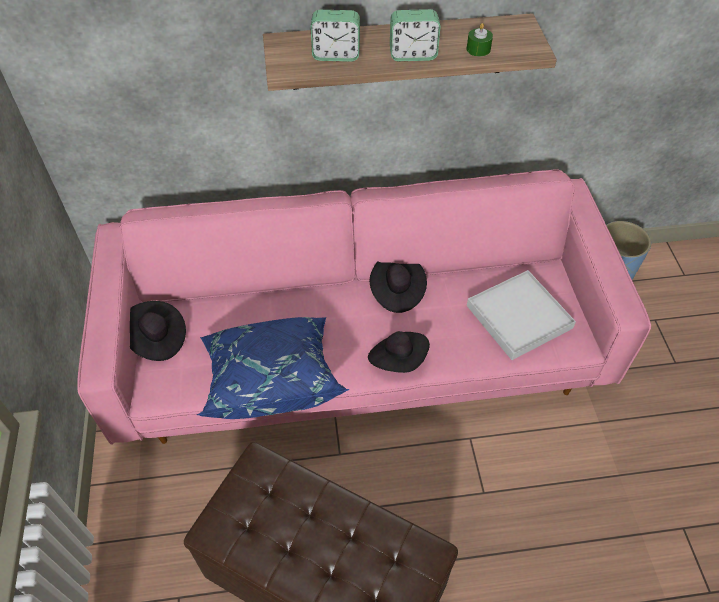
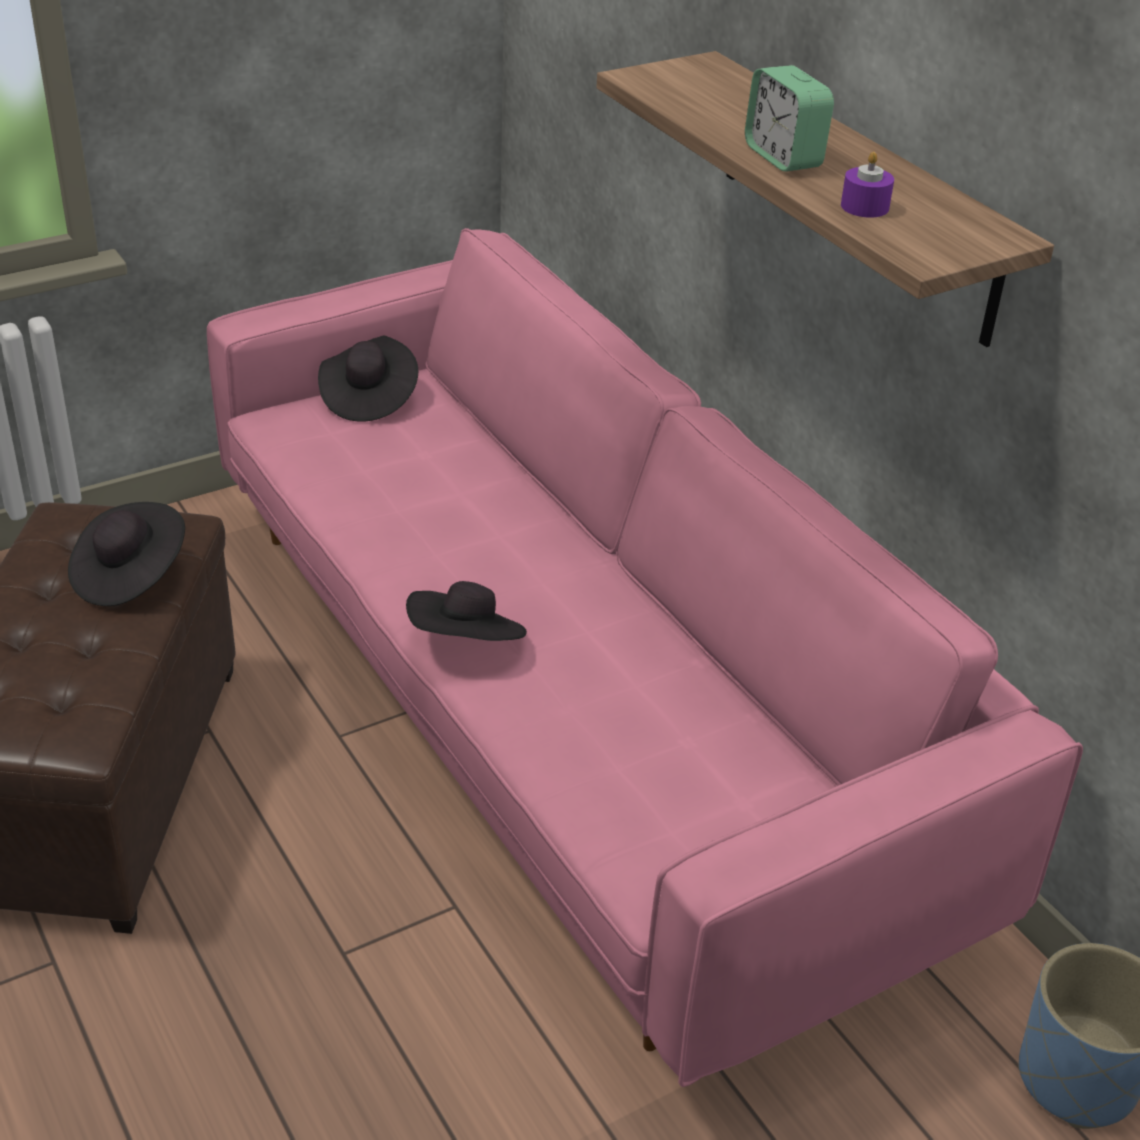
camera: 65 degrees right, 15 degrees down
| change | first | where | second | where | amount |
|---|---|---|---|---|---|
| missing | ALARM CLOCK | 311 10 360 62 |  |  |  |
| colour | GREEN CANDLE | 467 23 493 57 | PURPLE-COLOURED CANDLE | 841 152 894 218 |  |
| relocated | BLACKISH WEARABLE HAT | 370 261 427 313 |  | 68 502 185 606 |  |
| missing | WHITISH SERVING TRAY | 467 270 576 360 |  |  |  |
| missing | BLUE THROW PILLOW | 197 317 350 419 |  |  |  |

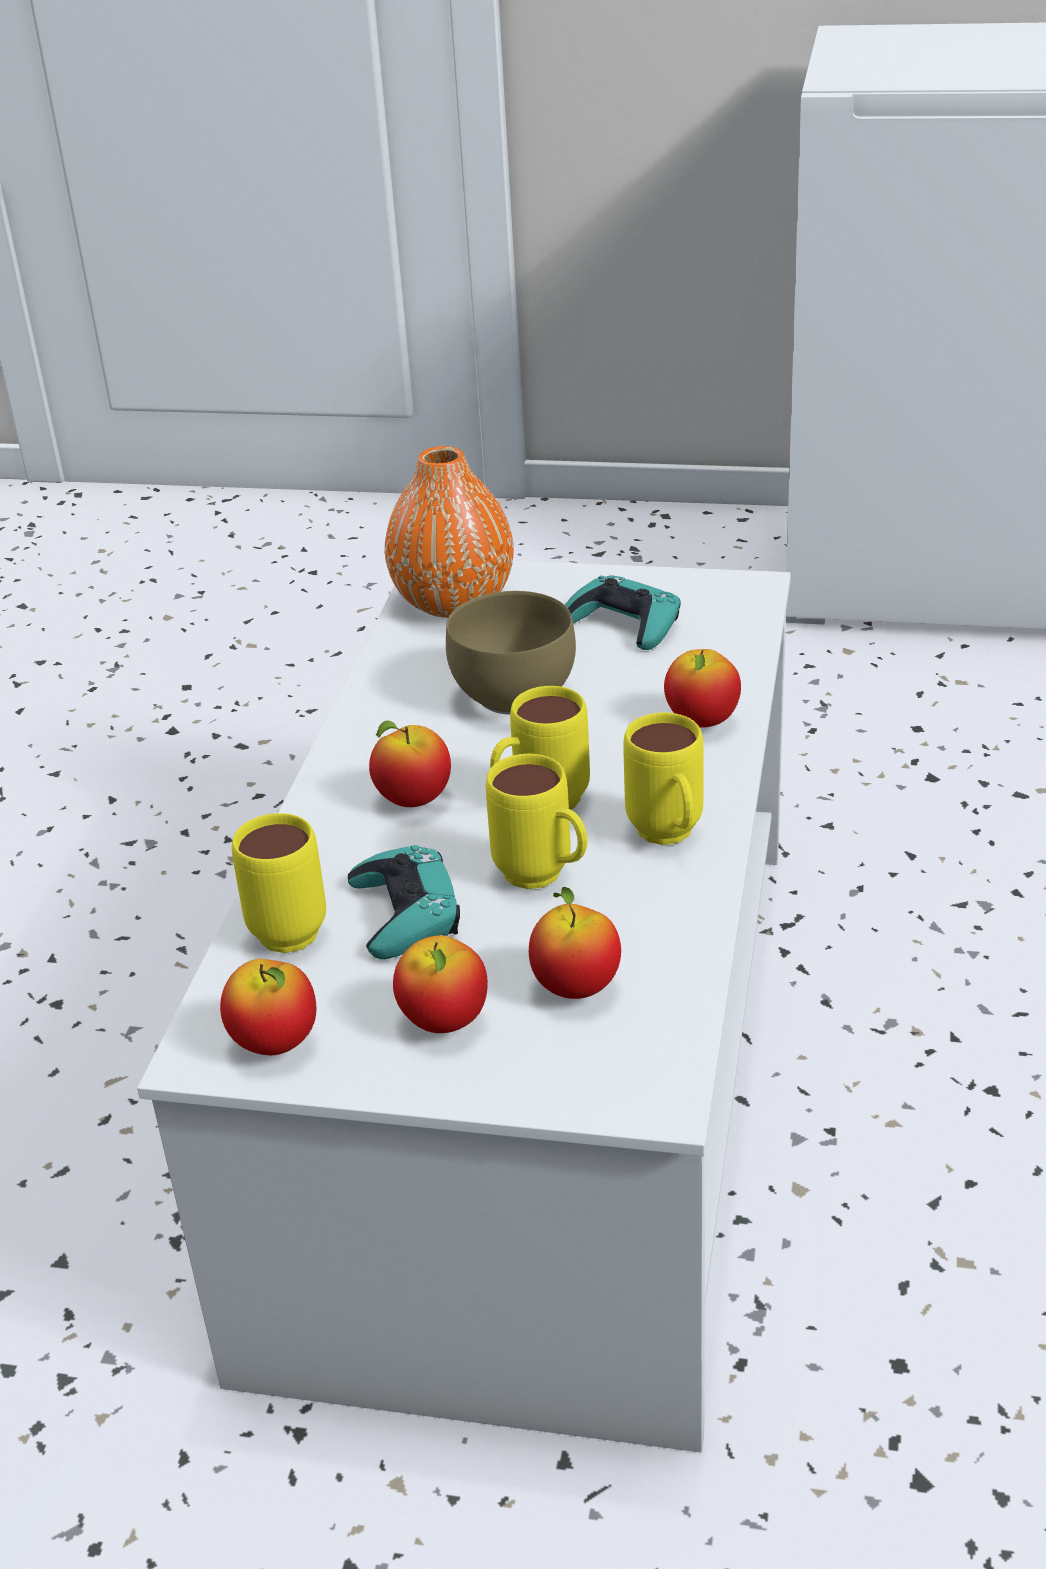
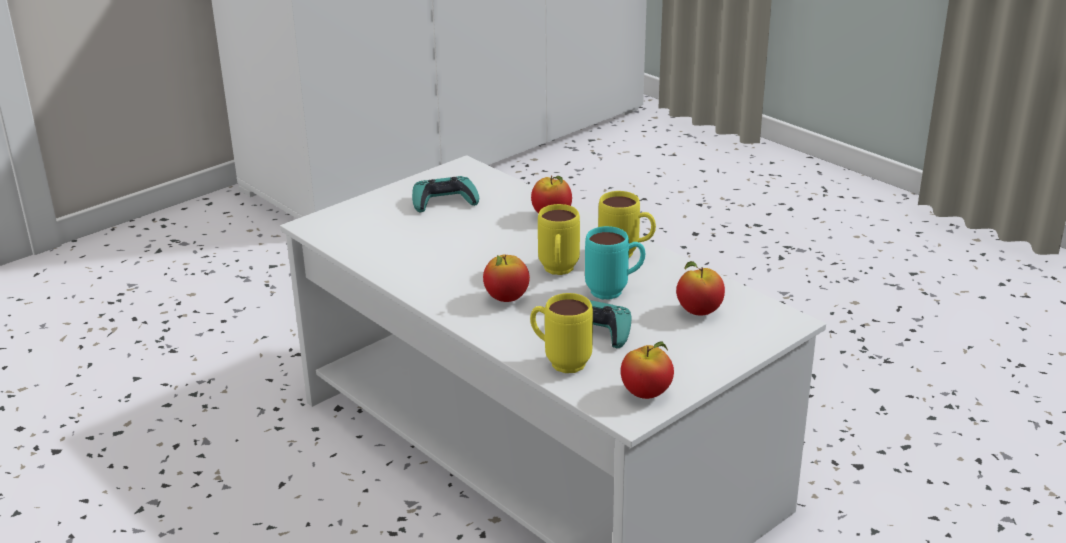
camera: 55 degrees left, 5 degrees down
| change | first | where | second | where | amount |
|---|---|---|---|---|---|
| missing | ORANGE-COLOURED VASE | 385 446 514 618 |  |  |  |
| missing | BROWN-COLOURED BOWL | 446 591 576 715 |  |  |  |
| colour | YELLOW-COLOURED MUG | 486 754 587 889 | BLUE-GREEN MUG | 585 226 646 300 |  |
| missing | APPLE FRUIT | 393 935 488 1033 |  |  |  |

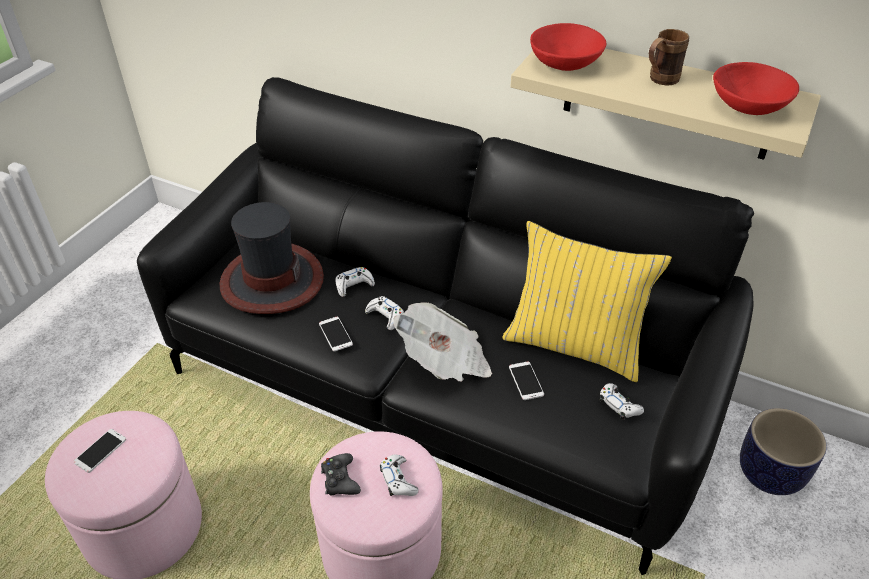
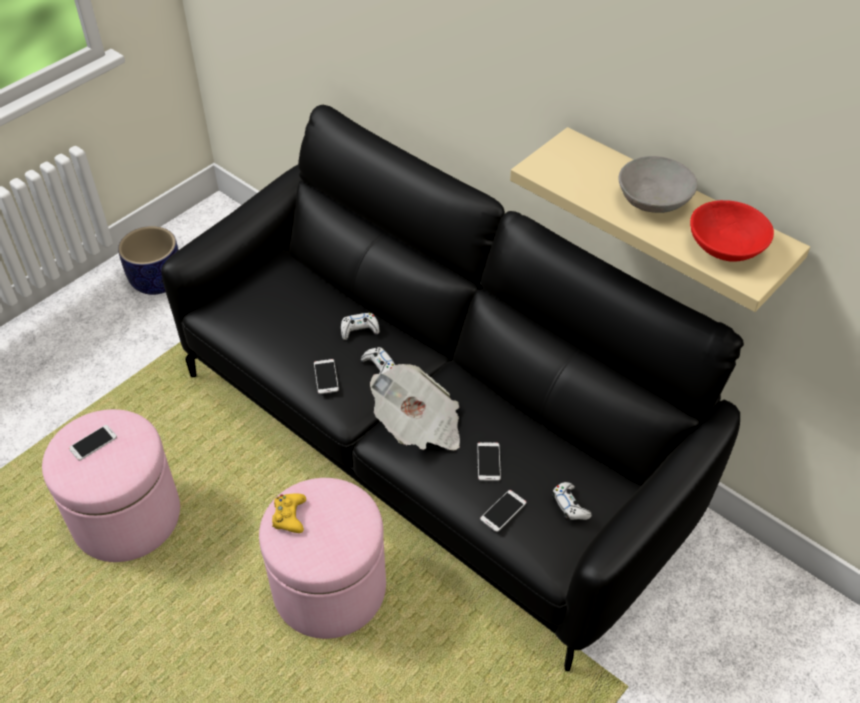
camera: 15 degrees right, 5 degrees up
| change | first | where | second | where | amount |
|---|---|---|---|---|---|
| missing | REDDISH BOWL | 530 23 606 71 |  |  |  |
| exchanged | BROWN-COLOURED MUG | 649 29 689 85 | GRAY BOWL | 619 156 697 213 |  |
| missing | WEARABLE HAT | 220 202 324 314 |  |  |  |
| missing | YELLOW-COLOURED THROW PILLOW | 502 221 672 382 |  |  |  |
| relocated | PLANTER | 740 408 827 495 |  | 118 226 179 295 |  |
| colour | BLACKISH GAME CONTROLLER | 321 453 361 495 | YELLOW-COLOURED GAME CONTROLLER | 272 493 306 533 |  |
| missing | WHITISH GAME CONTROLLER | 380 455 419 496 |  |  |  |
| appeared |  |  | TELEPHONE | 480 490 526 532 |  |

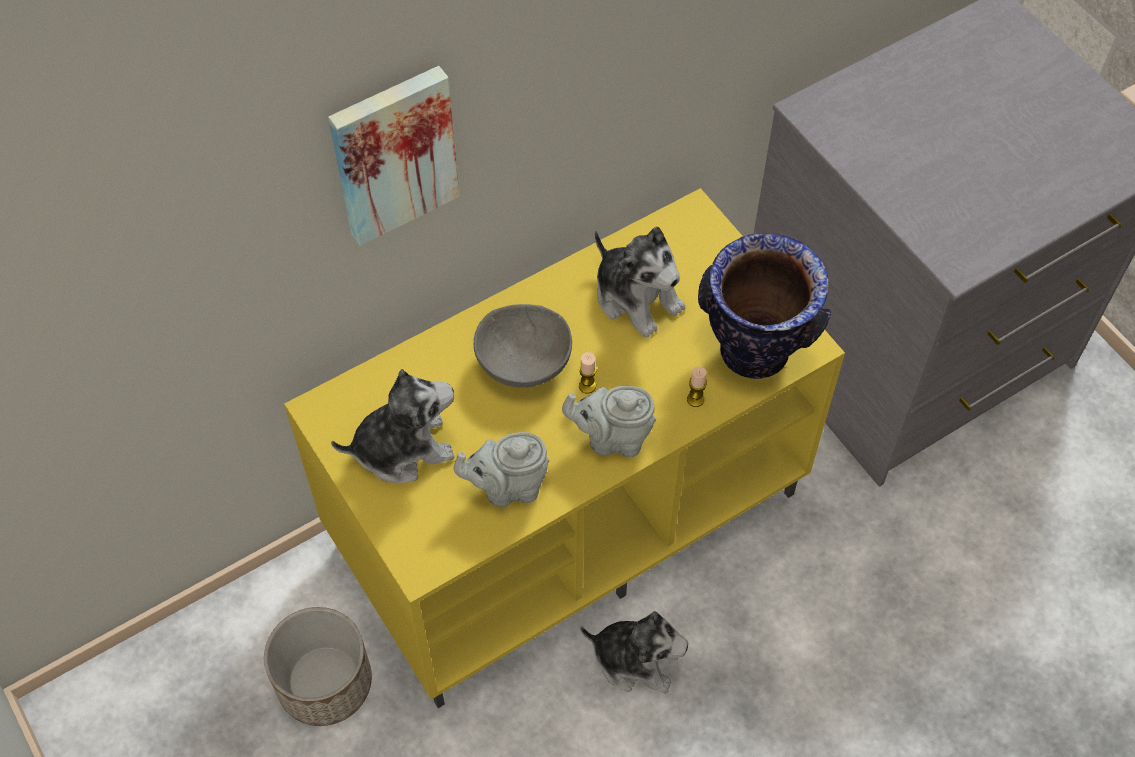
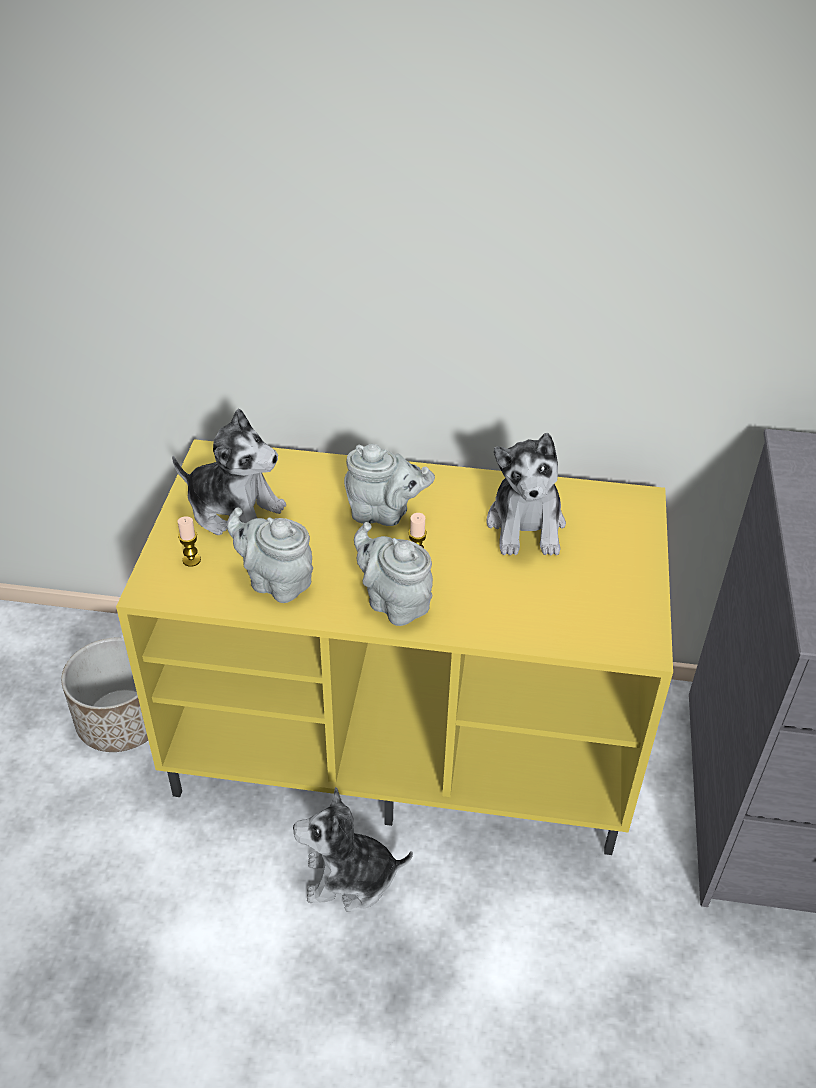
camera: 40 degrees right, 15 degrees down
| change | first | where | second | where | amount |
|---|---|---|---|---|---|
| missing | WALL ART | 328 66 460 246 |  |  |  |
| missing | VASE | 698 233 831 379 |  |  |  |
| exchanged | GRAY BOWL | 474 304 572 388 | GRAY TEA POT | 344 444 435 526 |  |
| relocated | CANDLE | 687 367 707 407 |  | 177 516 201 567 |  |
| spun | CUDDLY TOY | 580 611 688 693 |  | 293 787 413 912 | 120 degrees clockwise |

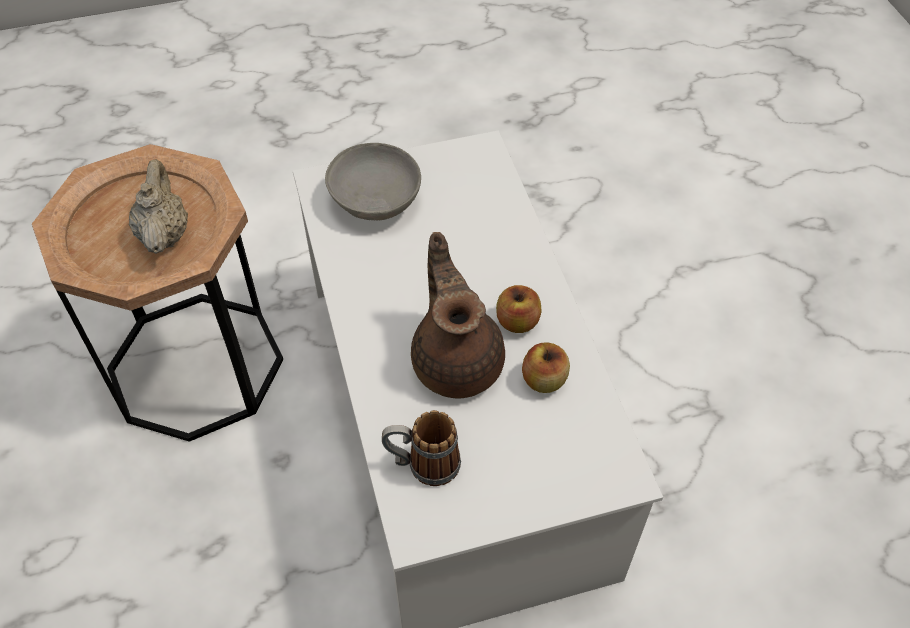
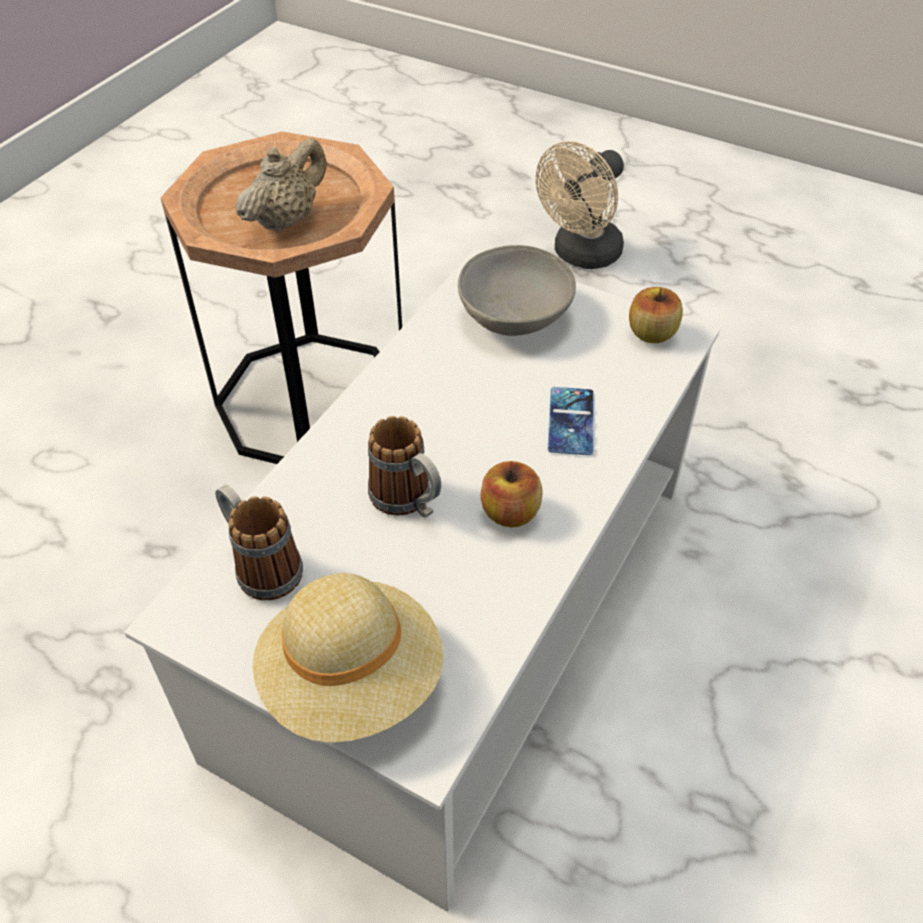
camera: 45 degrees right, 5 degrees down
| change | first | where | second | where | amount |
|---|---|---|---|---|---|
| exchanged | BROWN-COLOURED TEA POT | 411 232 505 398 | MUG | 368 416 441 518 |  |
| relocated | APPLE FRUIT | 522 342 570 393 |  | 629 287 683 343 |  |
| appeared |  |  | BEIGE FAN | 536 141 624 269 |  |
| appeared |  |  | TELEPHONE | 548 387 594 455 |  |
| appeared |  |  | BEIGE WEARABLE HAT | 253 573 444 742 |  |

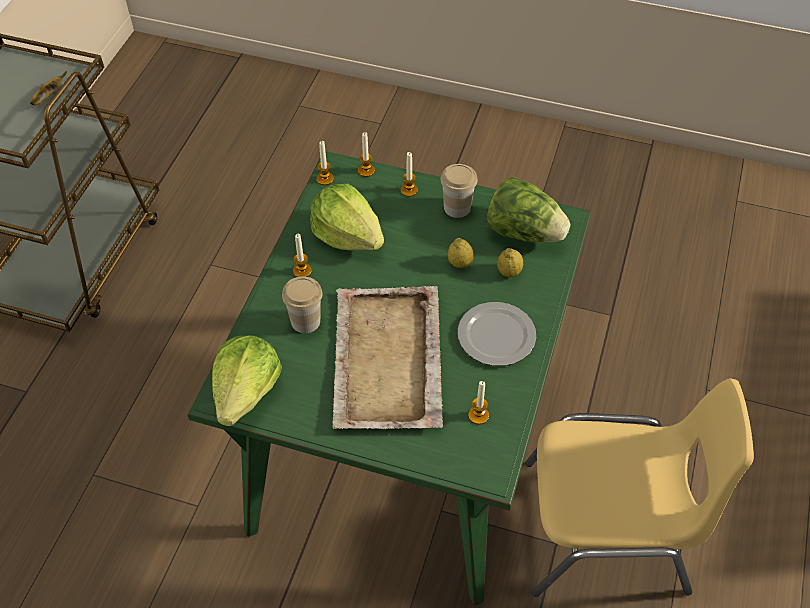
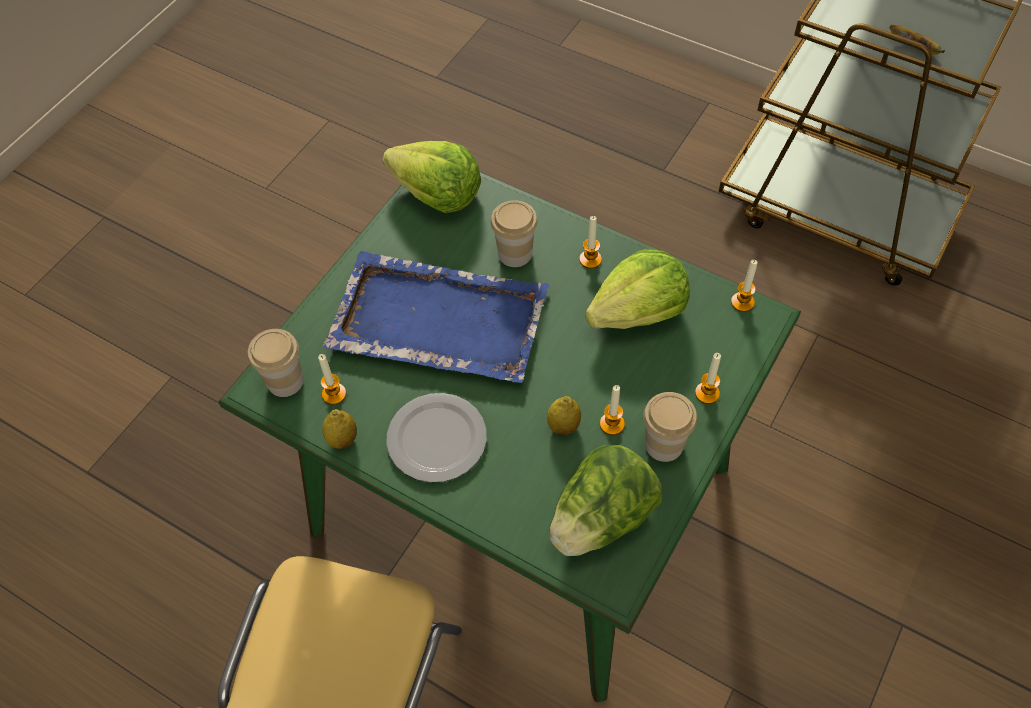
camera: 105 degrees right, 5 degrees up
| change | first | where | second | where | amount |
|---|---|---|---|---|---|
| relocated | CANDLE | 358 132 375 177 |  | 600 385 625 435 |  |
| relocated | WHOLE LEMON | 497 248 523 277 |  | 322 409 357 449 |  |
| colour | BEIGE SERVING TRAY | 332 286 443 430 | BLUE SERVING TRAY | 323 251 549 383 |  |
| appeared |  |  | DRINKING CUP | 248 329 304 397 |  |

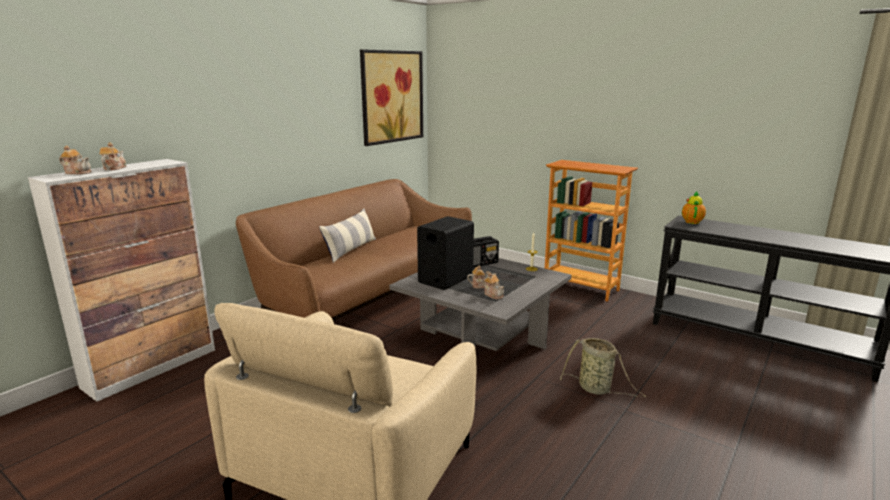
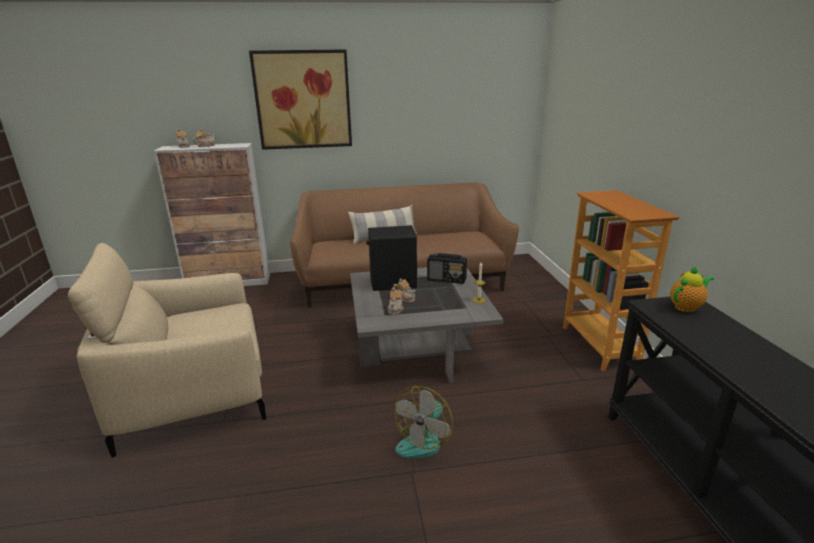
camera: 45 degrees right, 5 degrees up
| change | first | where | second | where | amount |
|---|---|---|---|---|---|
| relocated | WALL ART | 360 49 423 146 |  | 249 49 352 150 |  |
| exchanged | BASKET | 560 338 646 397 | FAN | 394 386 453 458 |  |

